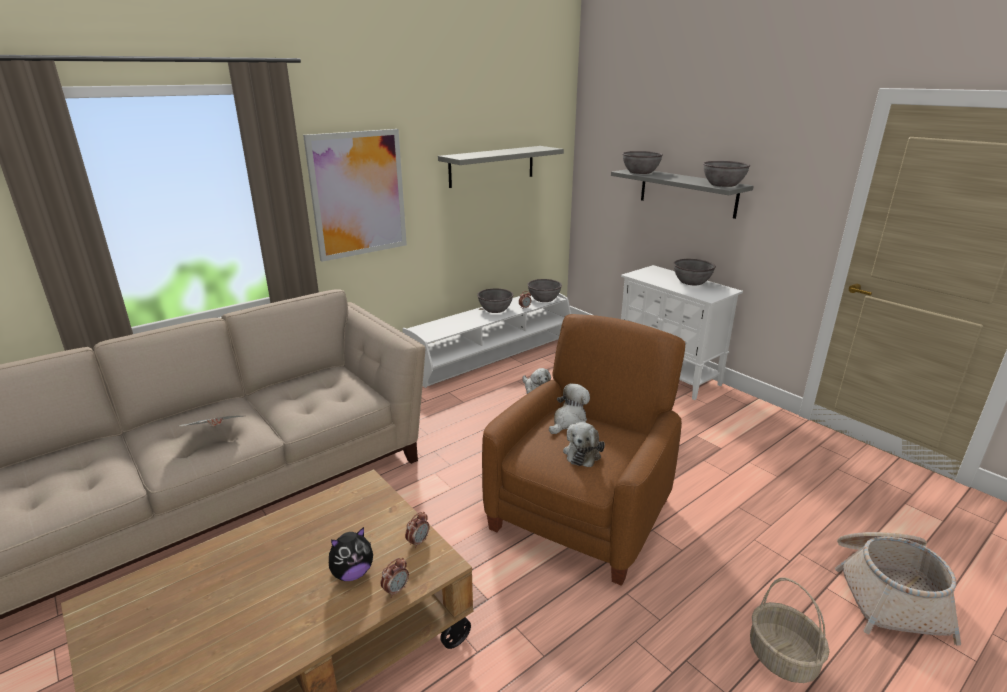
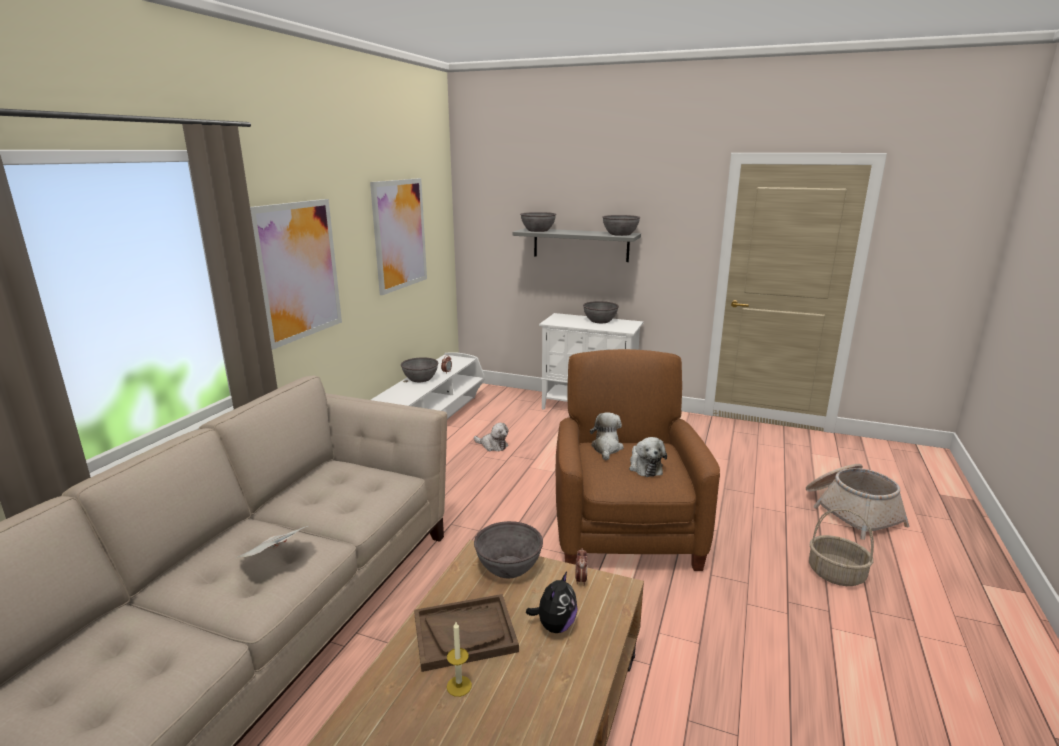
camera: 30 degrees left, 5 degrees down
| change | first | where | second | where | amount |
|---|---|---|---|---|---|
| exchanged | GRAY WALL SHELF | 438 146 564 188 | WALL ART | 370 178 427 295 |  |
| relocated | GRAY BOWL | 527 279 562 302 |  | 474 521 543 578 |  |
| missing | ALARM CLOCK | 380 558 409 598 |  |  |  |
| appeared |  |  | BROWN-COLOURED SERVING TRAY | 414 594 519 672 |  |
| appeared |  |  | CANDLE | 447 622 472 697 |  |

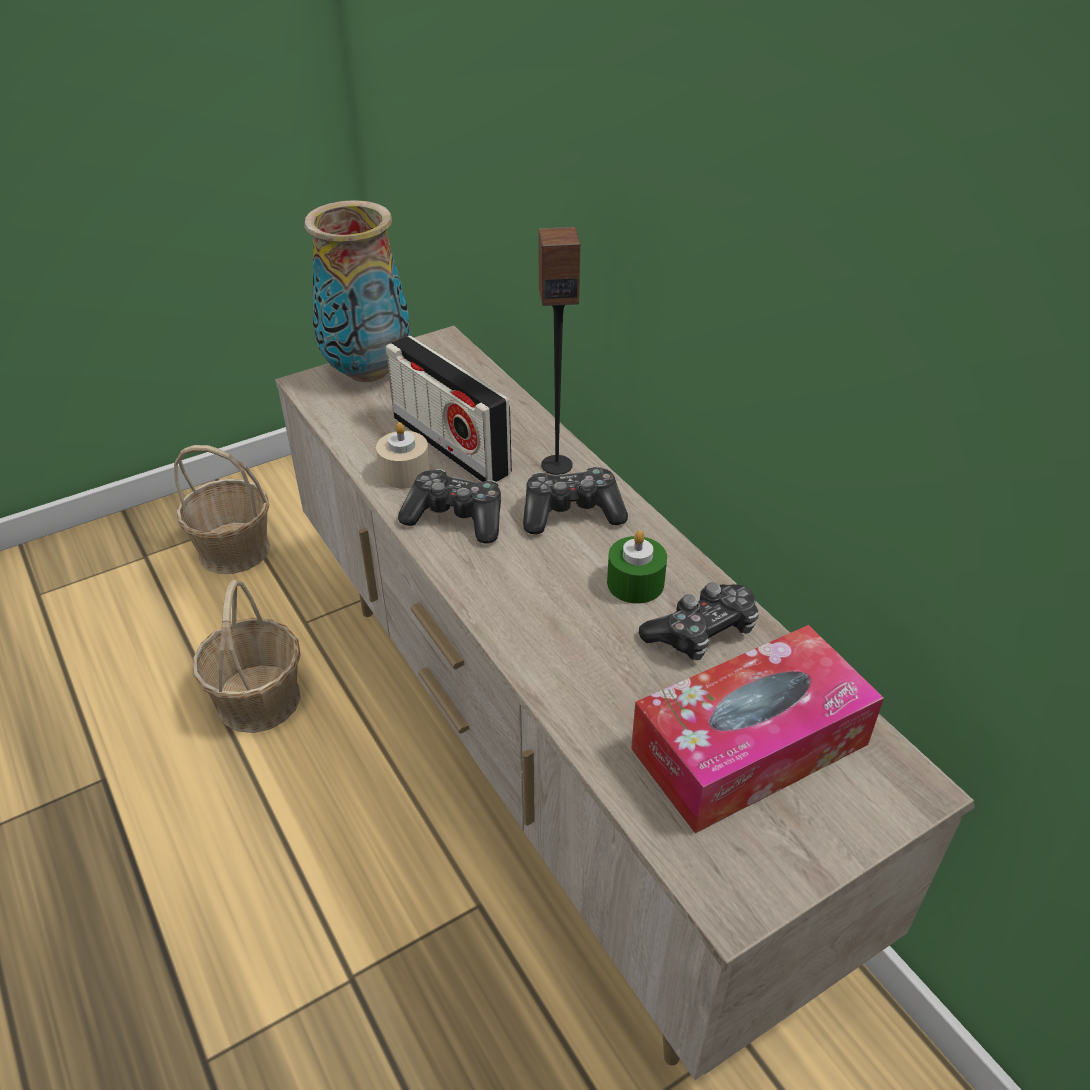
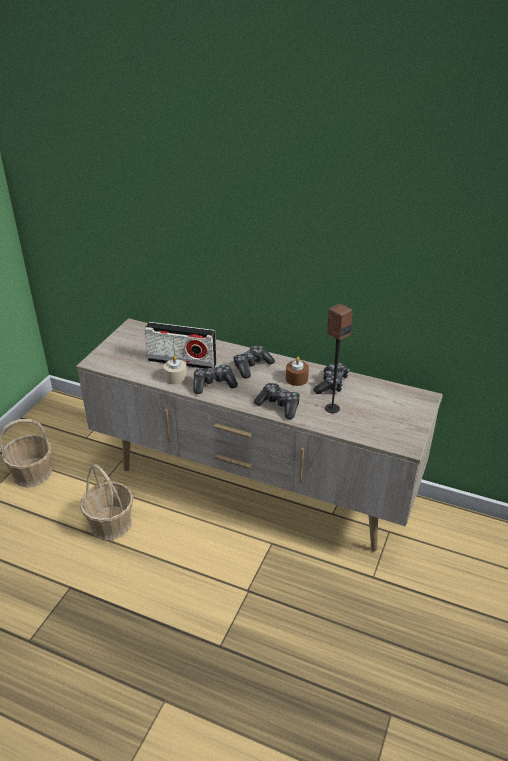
camera: 35 degrees left, 5 degrees down
| change | first | where | second | where | amount |
|---|---|---|---|---|---|
| missing | VASE | 304 200 410 382 |  |  |  |
| relocated | AUDIO SPEAKER | 538 227 581 475 |  | 325 303 353 413 |  |
| colour | GREEN CANDLE | 607 531 667 604 | BROWN-COLOURED CANDLE | 286 357 309 386 |  |
| missing | BOX OF TISSUES | 631 625 884 833 |  |  |  |
| appeared |  |  | GAME CONTROLLER | 254 383 300 419 |  |

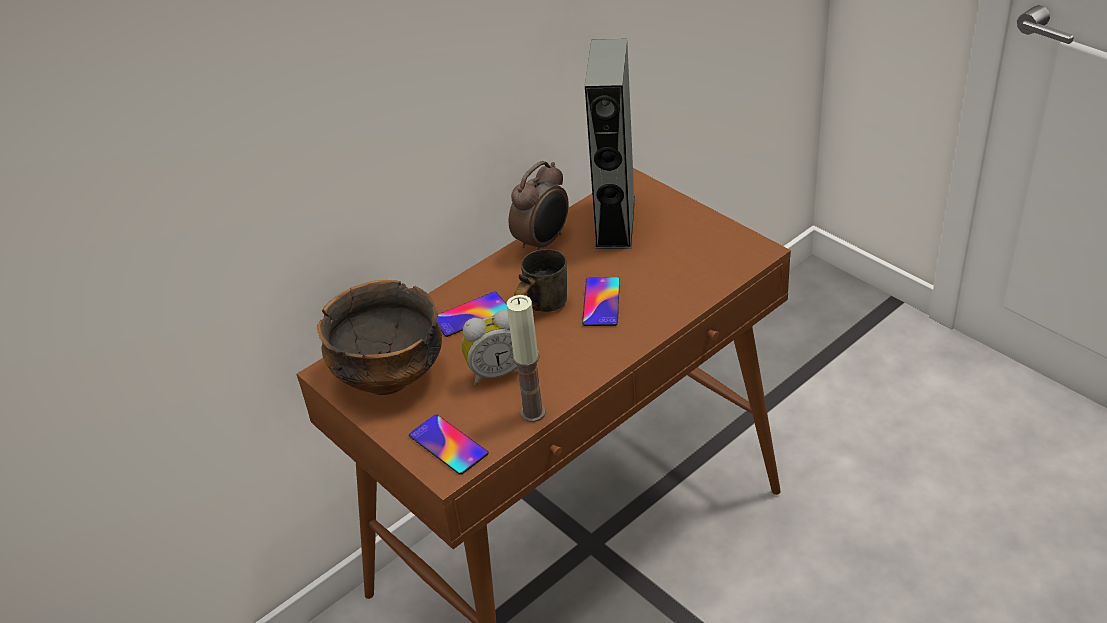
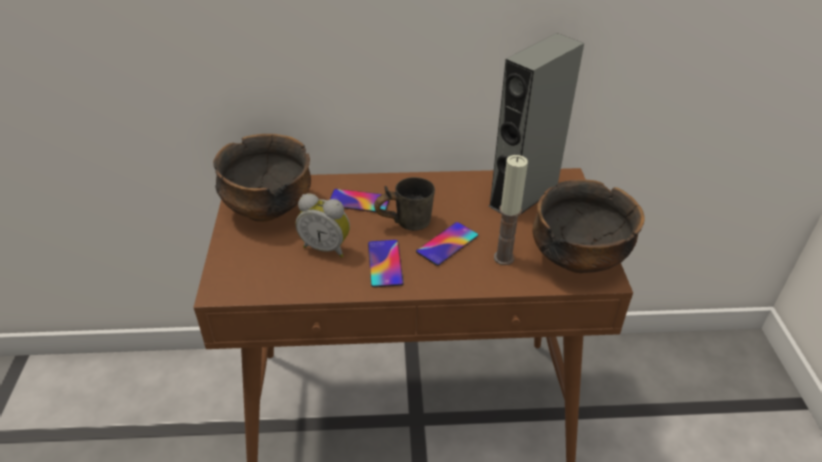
camera: 35 degrees right, 0 degrees up
| change | first | where | second | where | amount |
|---|---|---|---|---|---|
| missing | ALARM CLOCK | 509 161 569 250 |  |  |  |
| relocated | CANDLE | 507 295 546 422 |  | 494 155 528 265 |  |
| relocated | TELEPHONE | 409 415 489 475 |  | 368 240 404 287 |  |
| appeared |  |  | BOWL | 532 179 645 273 |  |

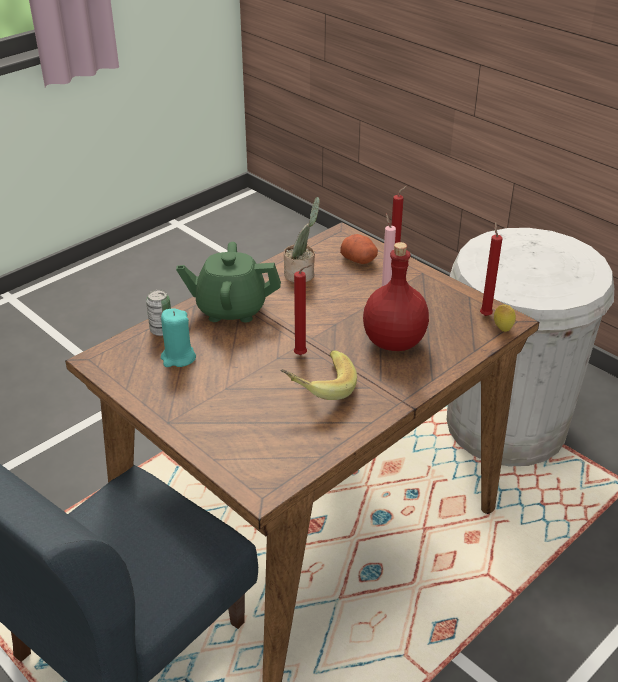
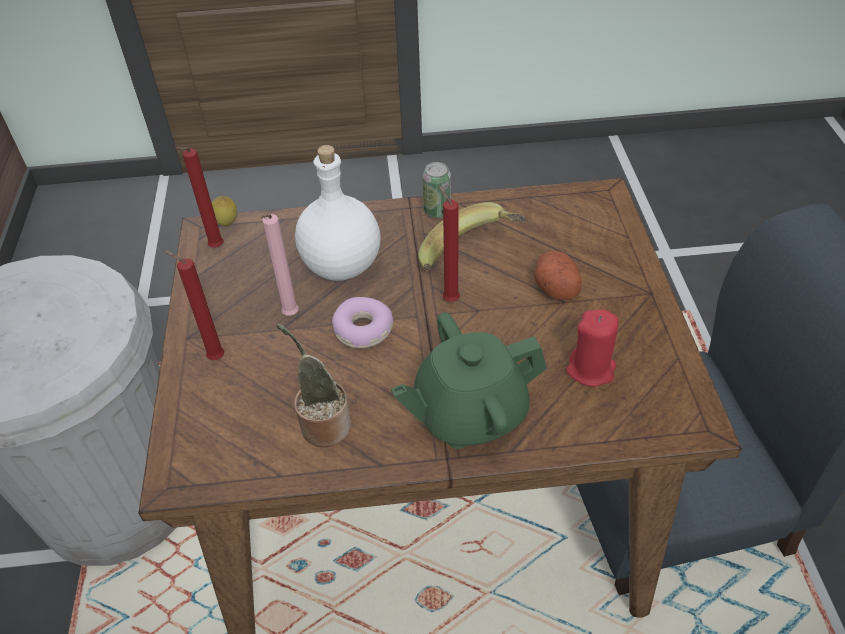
camera: 140 degrees left, 10 degrees up
| change | first | where | second | where | amount |
|---|---|---|---|---|---|
| relocated | SPUD | 340 234 378 264 |  | 534 251 582 300 |  |
| spun | GREEN TEA POT | 176 242 281 322 |  | 391 312 547 449 | 120 degrees clockwise |
| colour | REDDISH BEVERAGE BOTTLE | 363 242 429 351 | WHITISH BEVERAGE BOTTLE | 295 145 380 281 |  |
| relocated | METAL CAN | 146 289 171 336 |  | 422 162 451 218 |  |
| colour | BLUE-GREEN CANDLE | 161 308 196 367 | REDDISH CANDLE | 566 309 619 387 |  |
| appeared |  |  | DOUGHNUT | 332 297 393 348 |  |

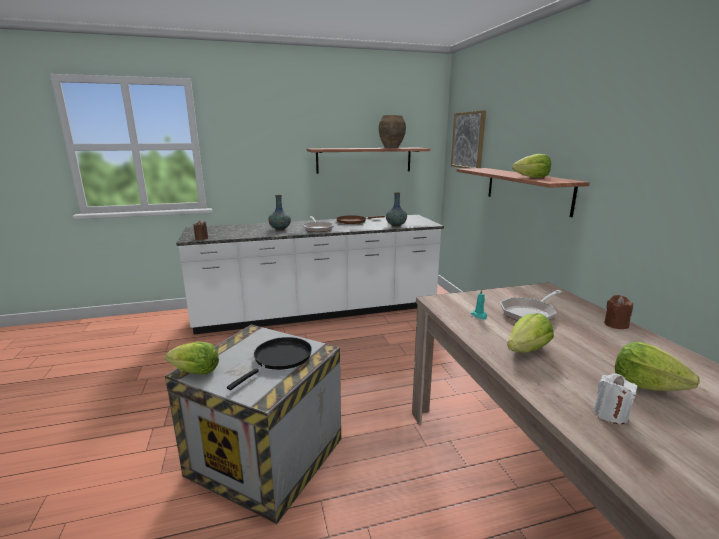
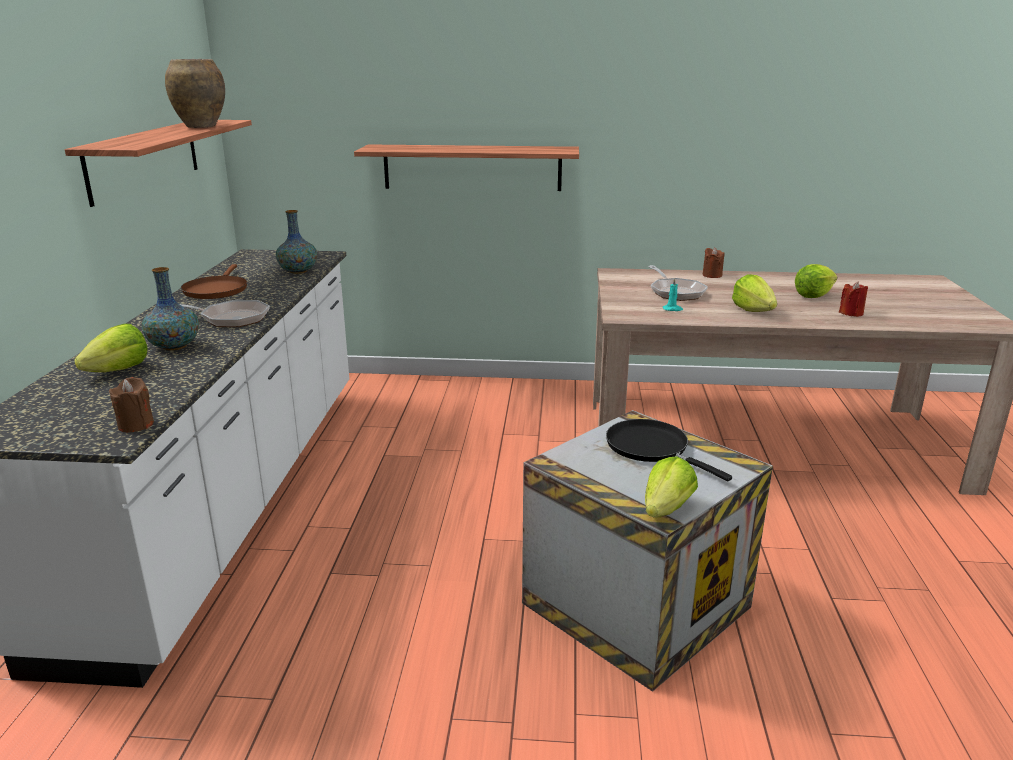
camera: 70 degrees left, 5 degrees up
| change | first | where | second | where | amount |
|---|---|---|---|---|---|
| missing | WALL ART | 451 110 486 169 |  |  |  |
| relocated | LETTUCE HEAD | 512 154 551 178 |  | 74 324 147 372 |  |
| colour | WHITISH CANDLE | 593 373 637 424 | REDDISH CANDLE | 839 281 868 317 |  |

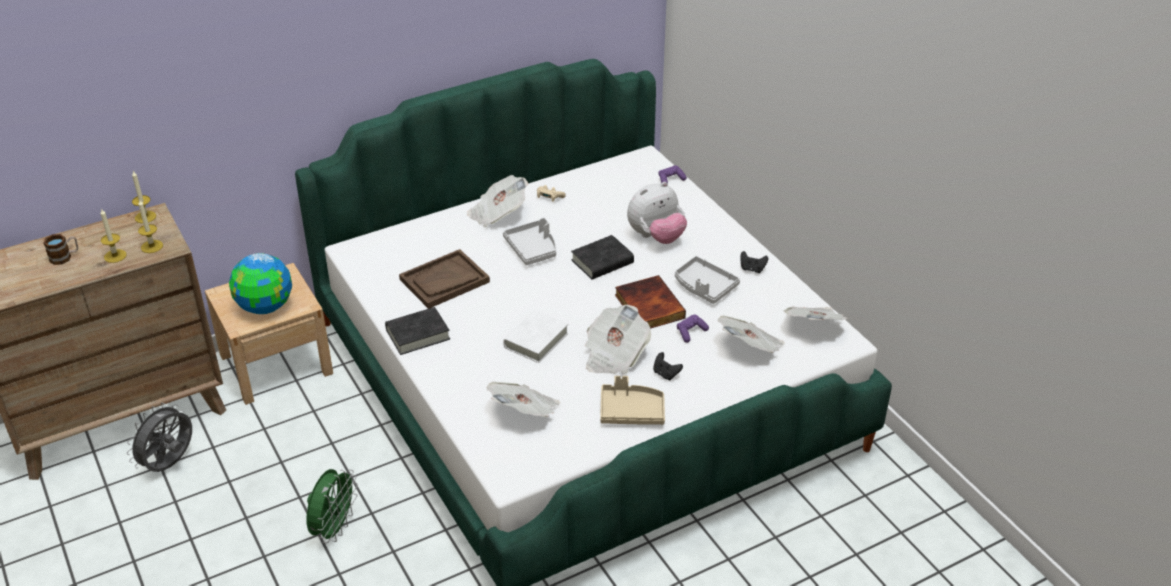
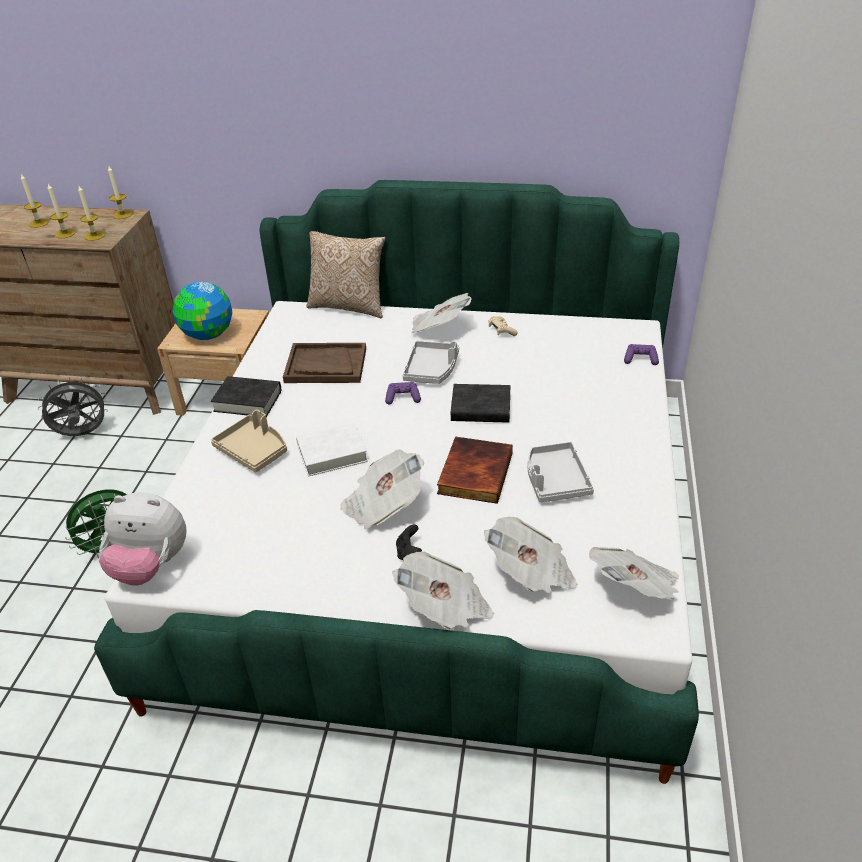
camera: 40 degrees right, 0 degrees up
| change | first | where | second | where | amount |
|---|---|---|---|---|---|
| relocated | CUDDLY TOY | 627 182 687 244 |  | 99 492 186 586 |  |
| exchanged | MUG | 43 234 78 265 | CANDLE | 21 174 49 228 |  |
| missing | BLACKISH GAME CONTROLLER | 740 251 768 273 |  |  |  |
| relocated | PURPLE-COLOURED GAME CONTROLLER | 677 315 709 343 |  | 385 382 421 405 |  |
| relocated | BEIGE SERVING TRAY | 600 376 665 425 |  | 211 410 287 472 |  |
| relocated | PRINTED PAPER | 487 382 560 417 |  | 392 552 494 629 |  |
| appeared |  |  | THROW PILLOW | 307 231 386 318 |  |

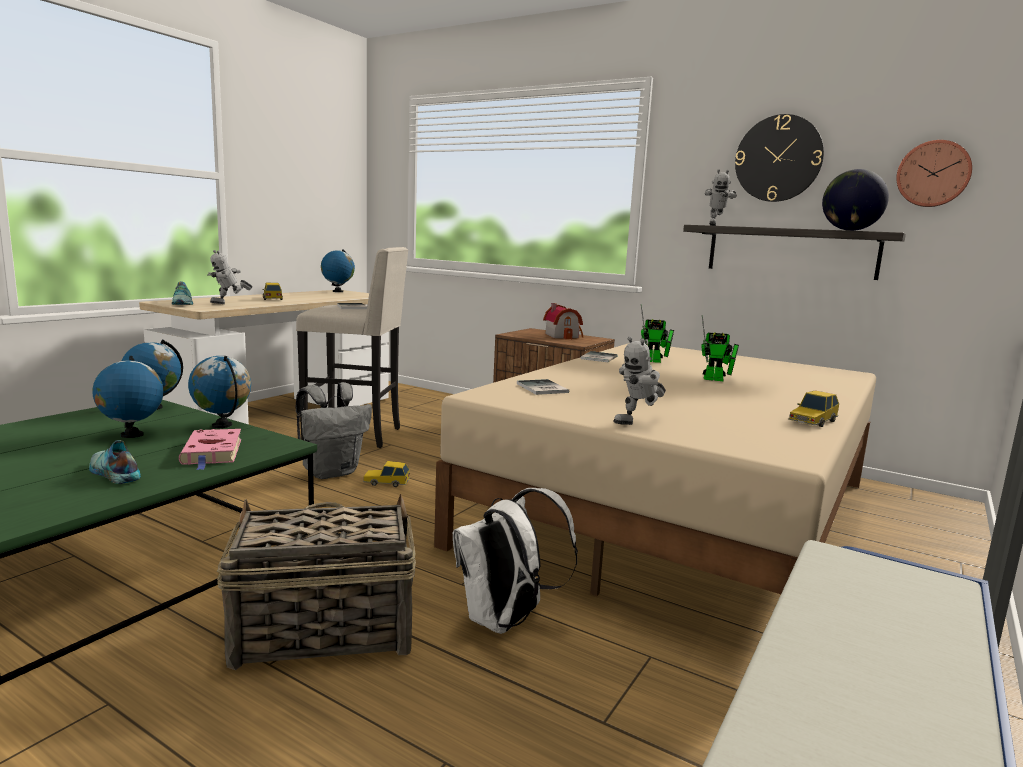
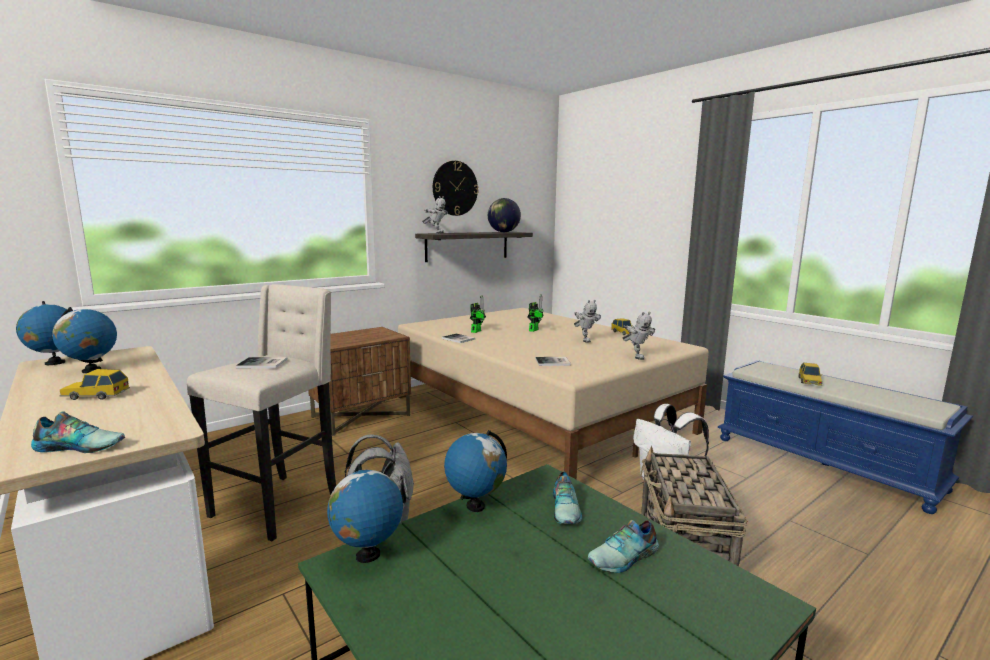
camera: 70 degrees left, 0 degrees up
| change | first | where | second | where | amount |
|---|---|---|---|---|---|
| missing | HANGING CLOCK | 896 140 972 207 |  |  |  |
| relocated | TOY ROBOT | 207 250 253 304 |  | 574 300 601 343 |  |
| missing | MINIATURE HOUSE | 543 303 583 339 |  |  |  |
| relocated | DESK GLOBE | 92 356 164 438 |  | 52 307 117 373 |  |
| exchanged | PINKISH BOOK | 179 429 241 470 | SHOE | 553 472 582 524 |  |
| relocated | TOY CAR | 363 461 410 487 |  | 798 363 822 386 |  |

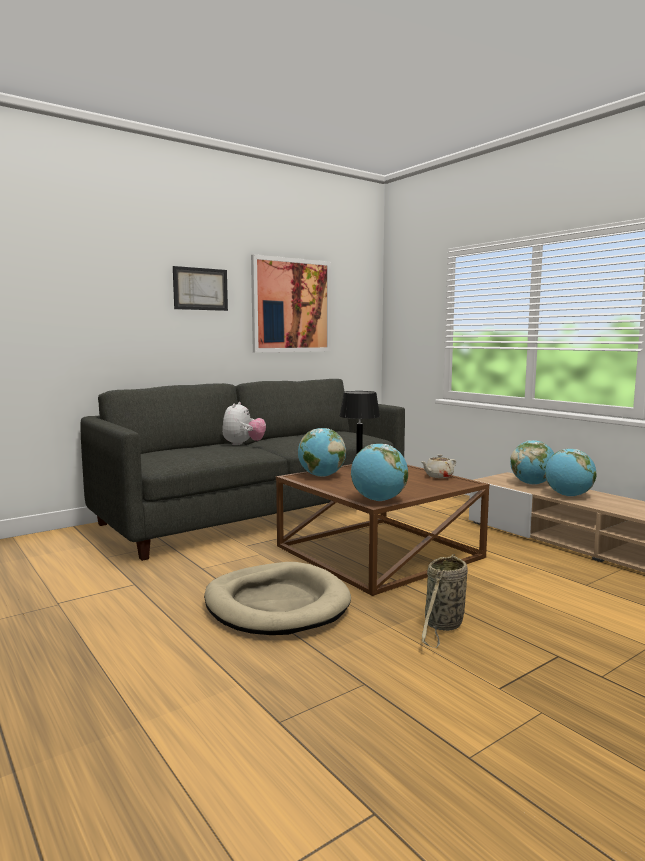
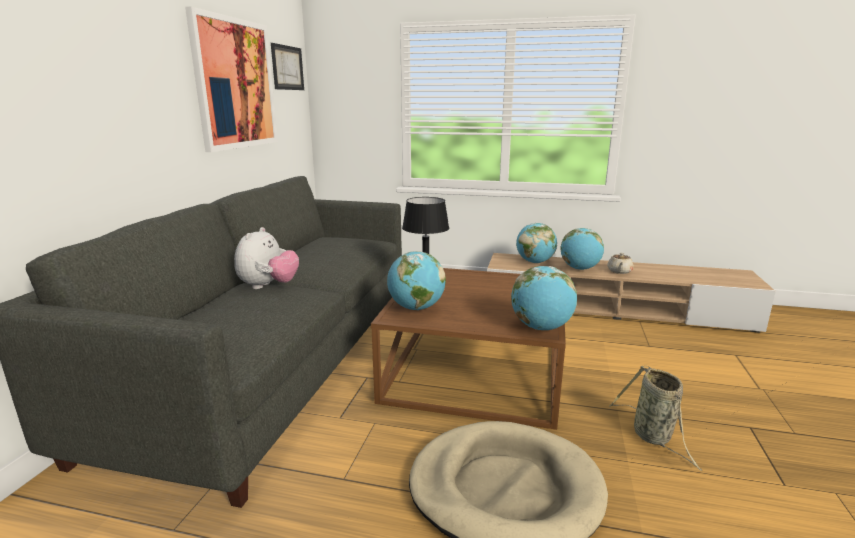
camera: 40 degrees left, 10 degrees up
| change | first | where | second | where | amount |
|---|---|---|---|---|---|
| relocated | WALL ART | 173 266 228 311 |  | 271 43 304 90 |  |
| spun | CUDDLY TOY | 222 402 266 445 |  | 234 227 299 289 | 45 degrees clockwise |
| relocated | BEIGE TEA POT | 421 454 456 478 |  | 607 253 633 274 |  |

